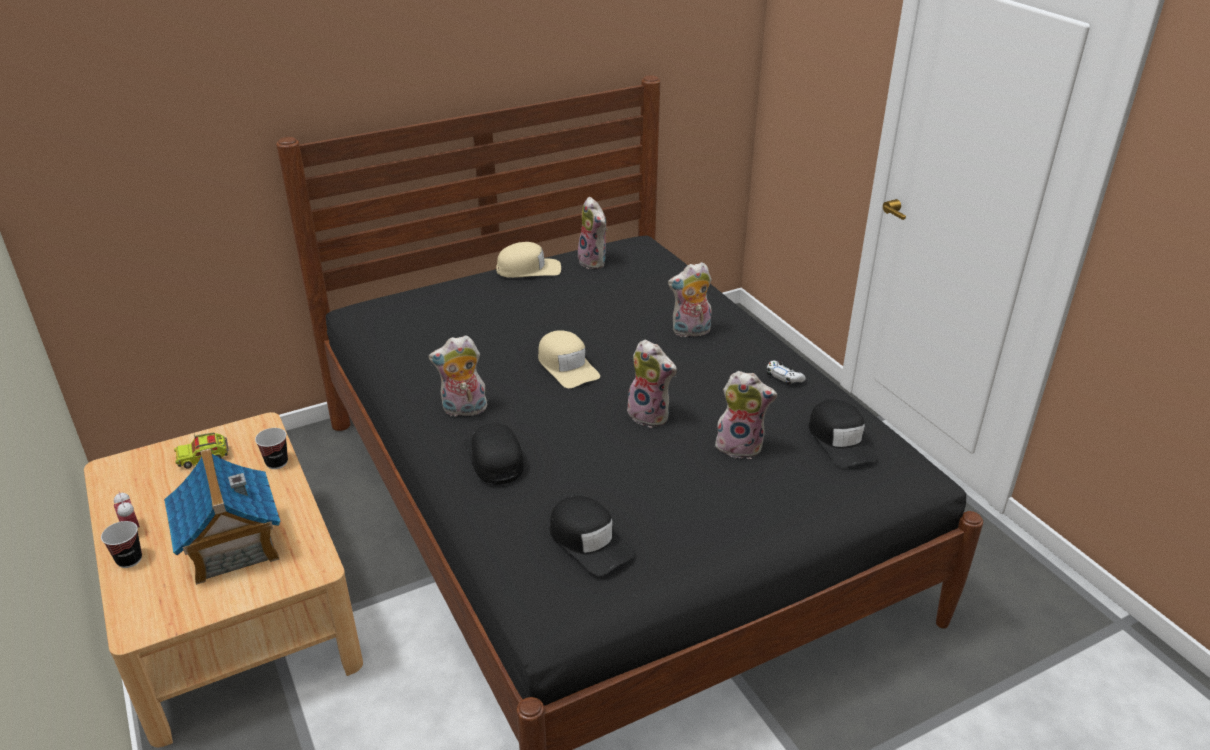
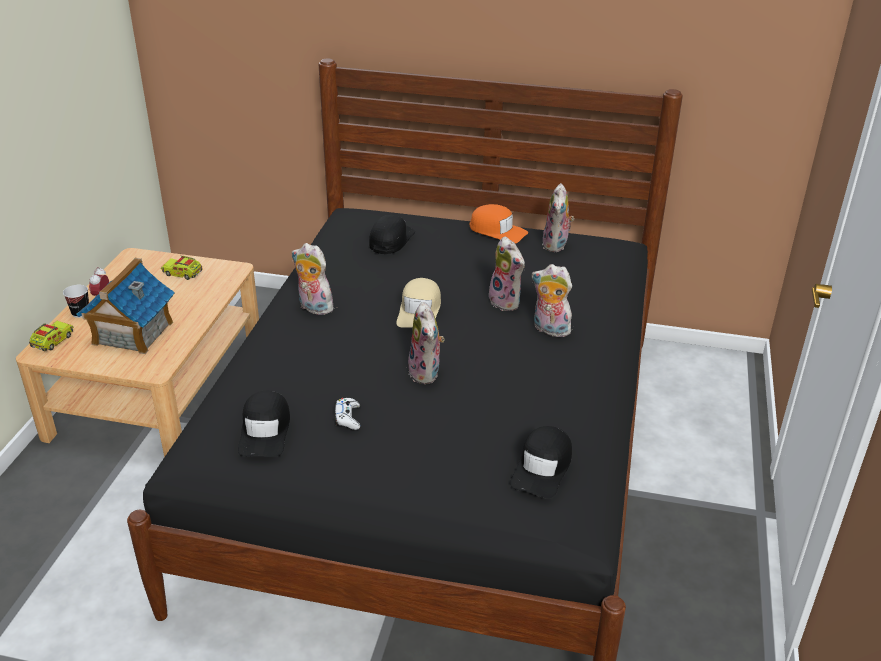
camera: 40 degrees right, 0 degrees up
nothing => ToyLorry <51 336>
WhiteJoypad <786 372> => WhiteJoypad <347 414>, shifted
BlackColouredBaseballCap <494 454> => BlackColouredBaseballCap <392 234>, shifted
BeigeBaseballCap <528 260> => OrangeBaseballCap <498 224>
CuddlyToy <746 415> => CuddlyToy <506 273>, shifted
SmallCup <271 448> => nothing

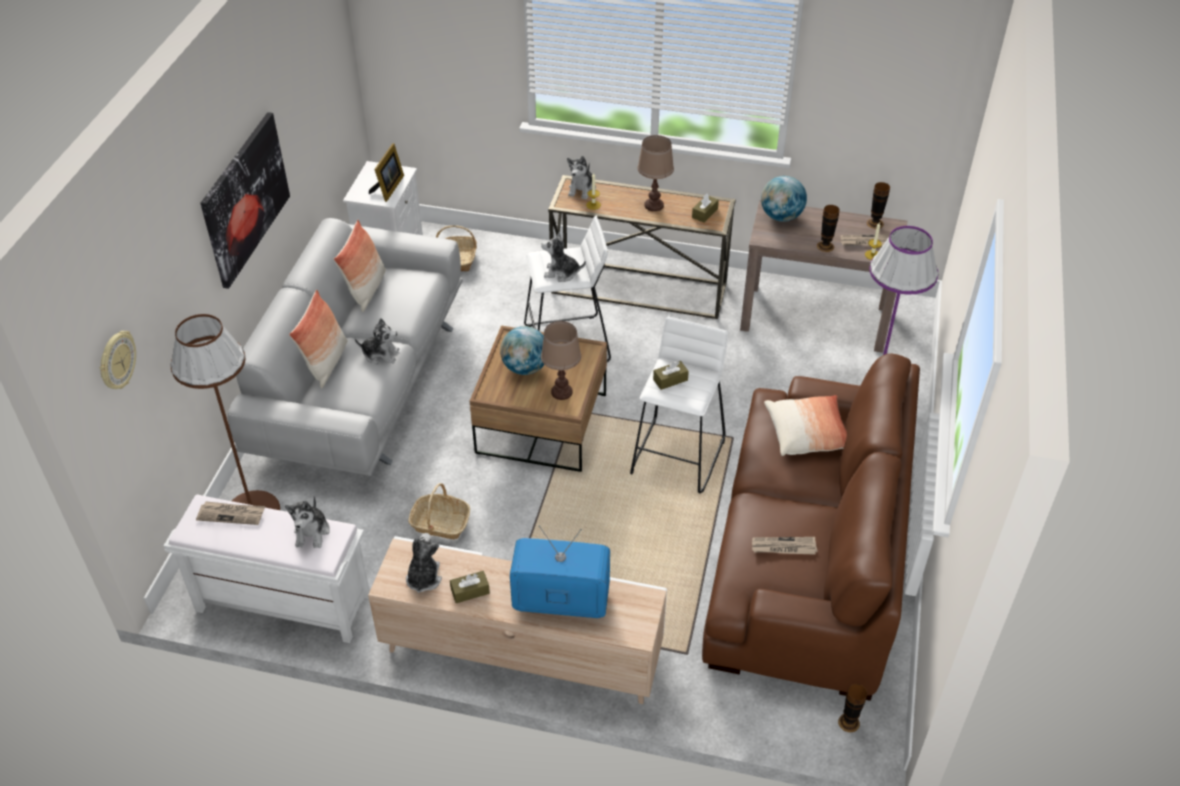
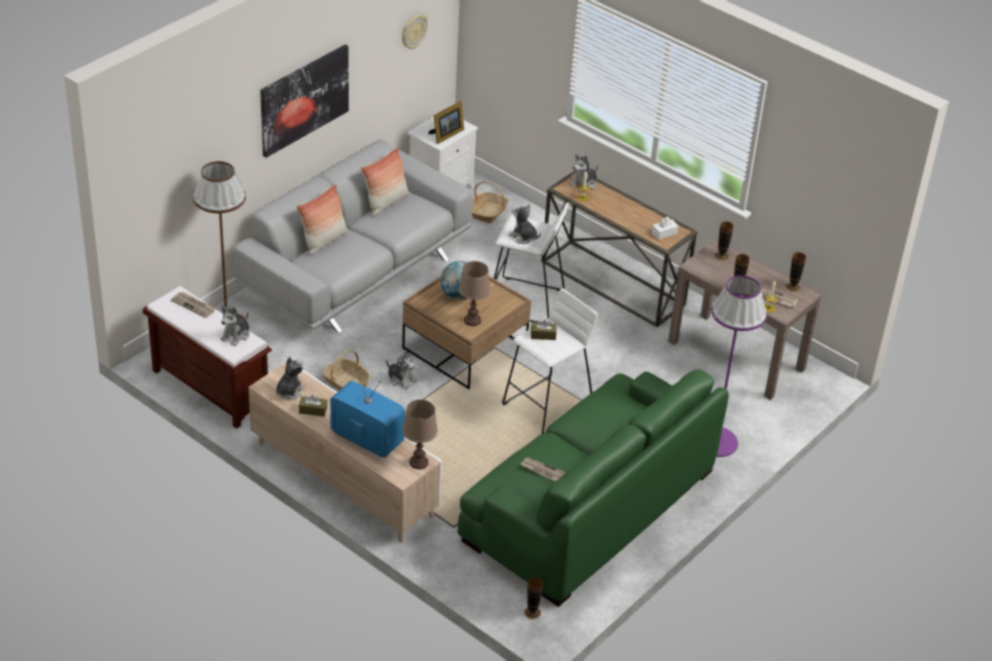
camera: 25 degrees right, 5 degrees down
WhiteIndoorBench <267 569> => BrownColouredIndoorBench <207 357>
CuddlyToy <377 341> => CuddlyToy <401 370>, shifted
ClockOnTheWall <118 360> => ClockOnTheWall <415 31>, shifted
BrownColouredTabletopLamp <656 173> => BrownColouredTabletopLamp <420 434>, shifted
BrownColouredSettee <811 527> => GreenSettee <593 488>
BrownColouredBoxOfTissues <705 208> => WhiteBoxOfTissues <665 228>
DeskGlobe <784 199> => FlowerVase <724 241>
Cushion <805 425> => nothing

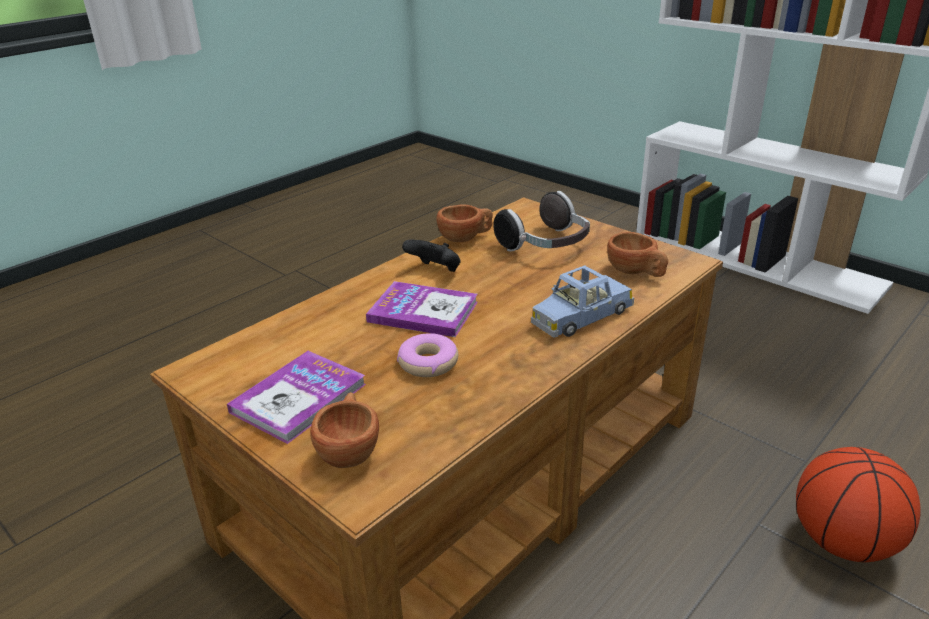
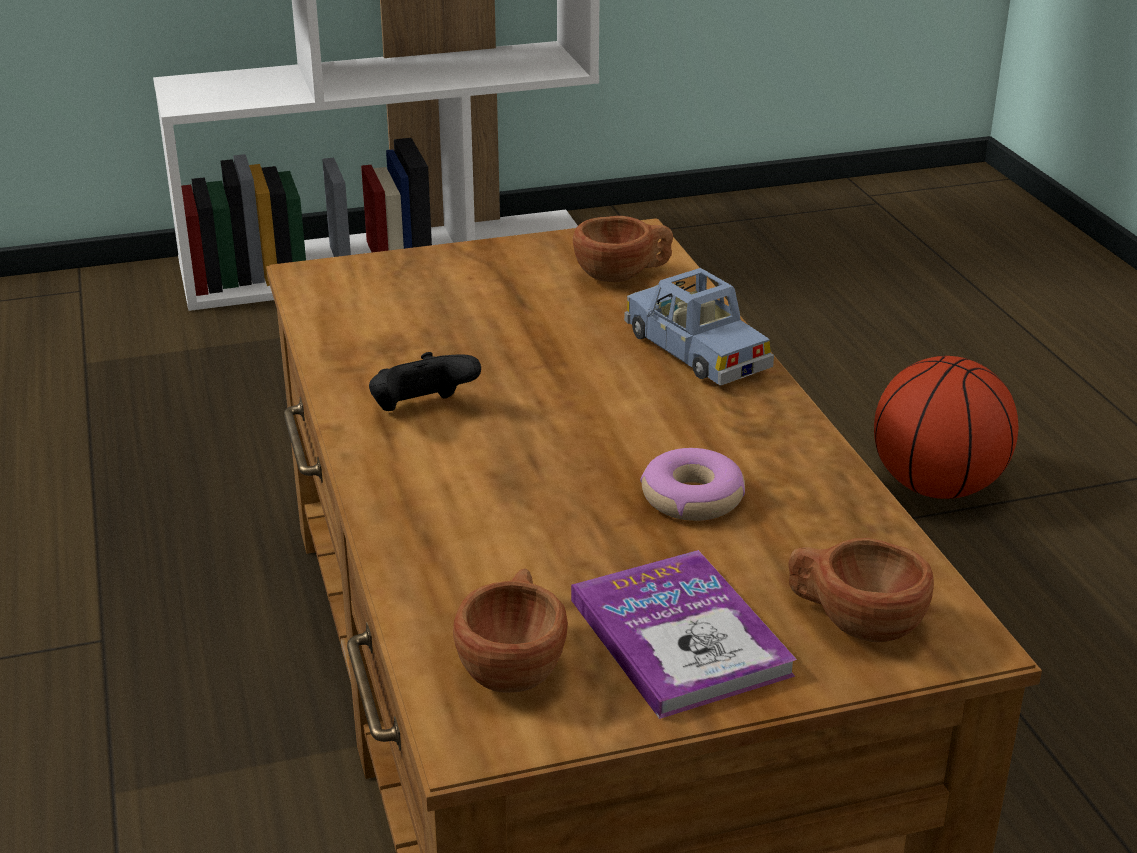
camera: 60 degrees left, 0 degrees up
BrownColouredSmallCup <464 223> => BrownColouredSmallCup <510 630>, shifted
BluishMiniatureCar <582 301> => BluishMiniatureCar <699 327>, 150 degrees clockwise
Book <422 309> => nothing
Headphones <541 221> => nothing

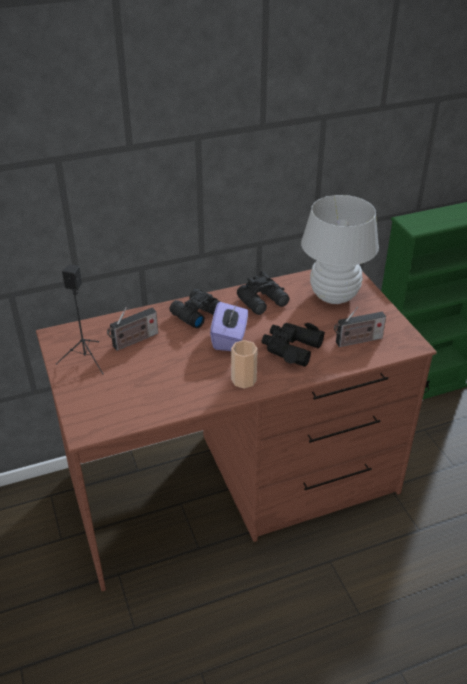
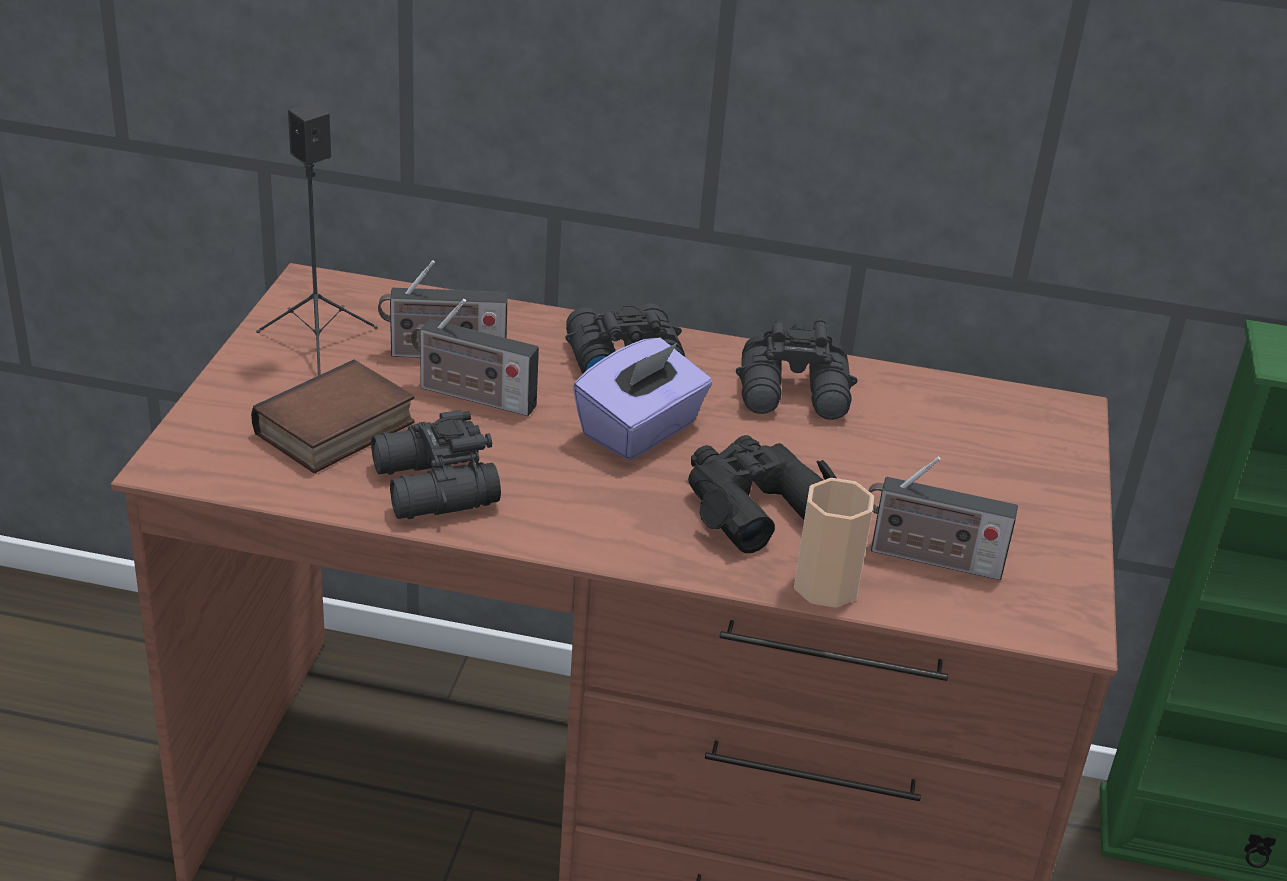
camera: 30 degrees right, 5 degrees down
nothing => Book <333 416>
nothing => BlackColouredPairOfBinoculars <436 464>
nothing => RadioSet <475 357>
SmallCup <244 364> => SmallCup <834 543>, shifted
WhiteTabletopLamp <340 249> => nothing

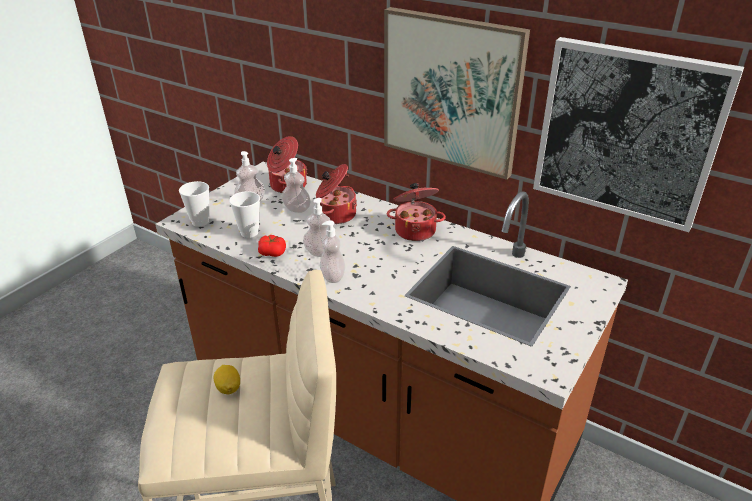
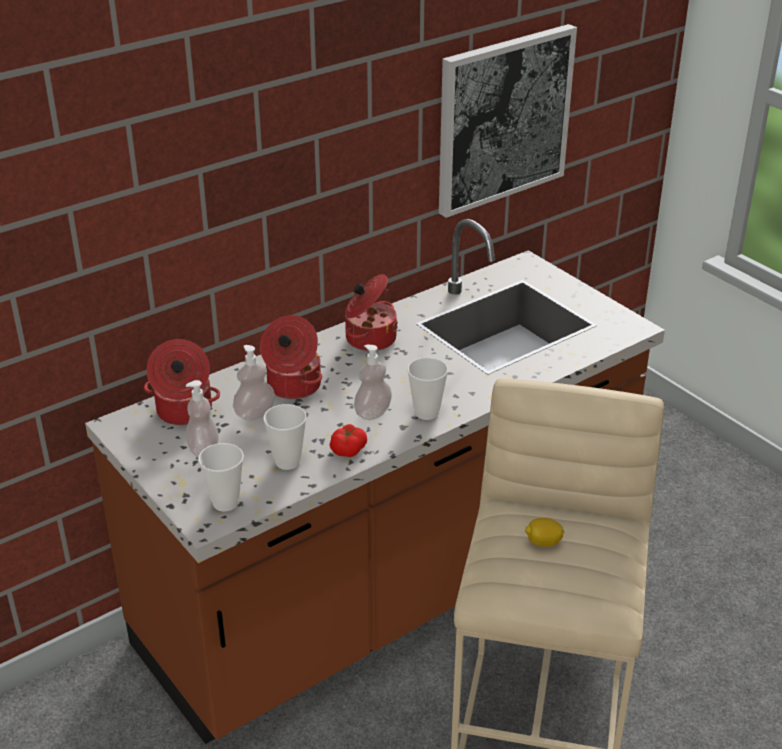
camera: 70 degrees left, 0 degrees up
LiquidSoapBottle <332 251> => SmallCup <427 389>
Picture <457 93> => nothing

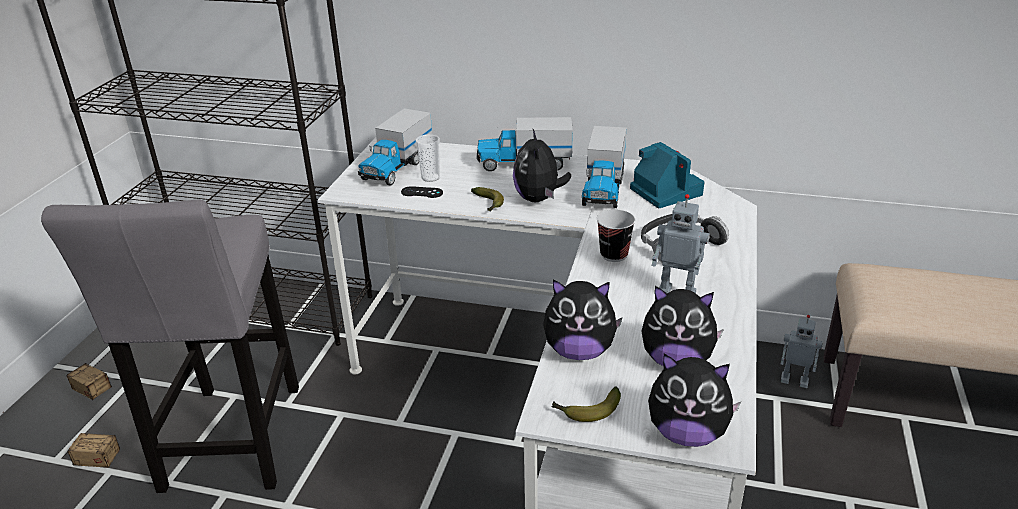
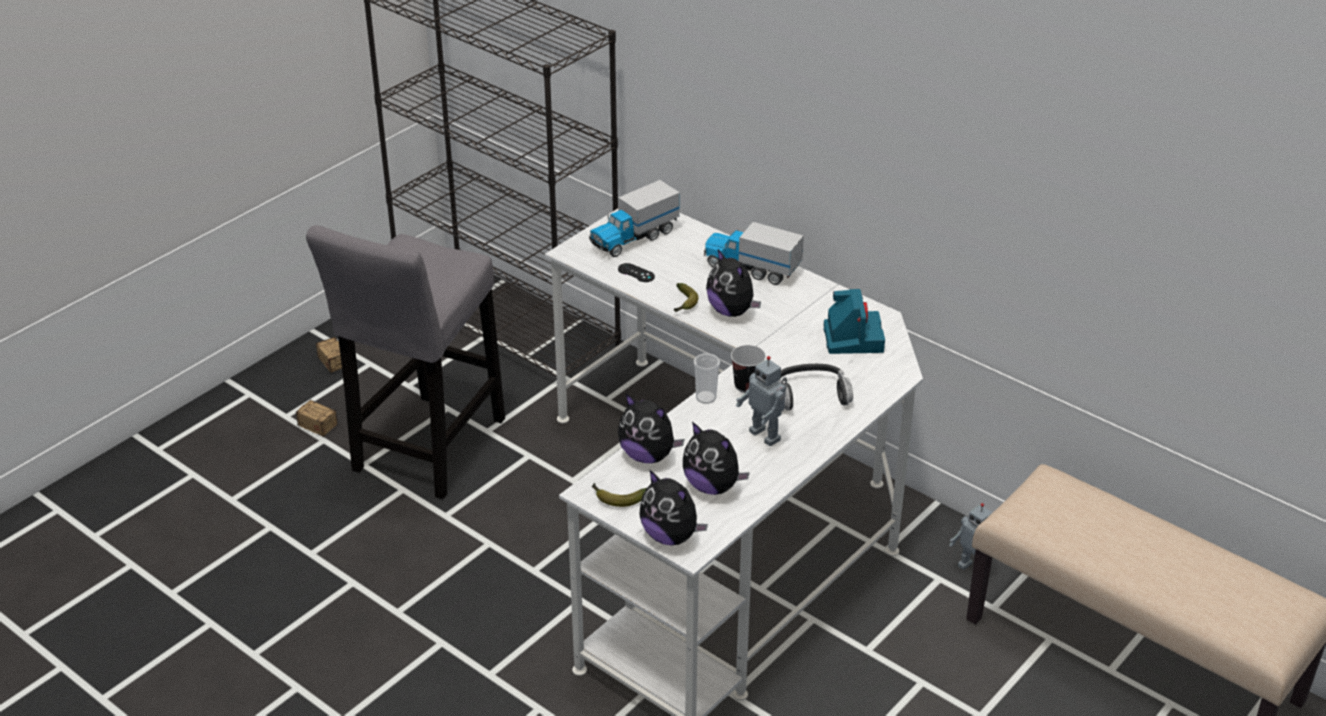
camera: 25 degrees right, 5 degrees up
SmallCup <428 158> => SmallCup <707 378>, shifted
CuddlyToy <542 165> => CuddlyToy <733 283>, 60 degrees counterclockwise
ToyLorry <604 167> => nothing

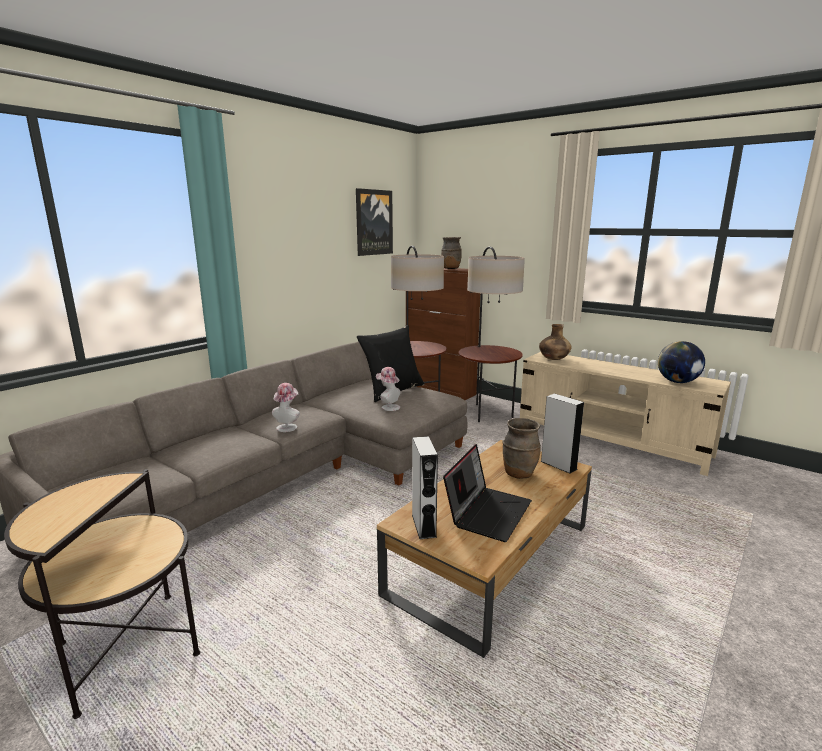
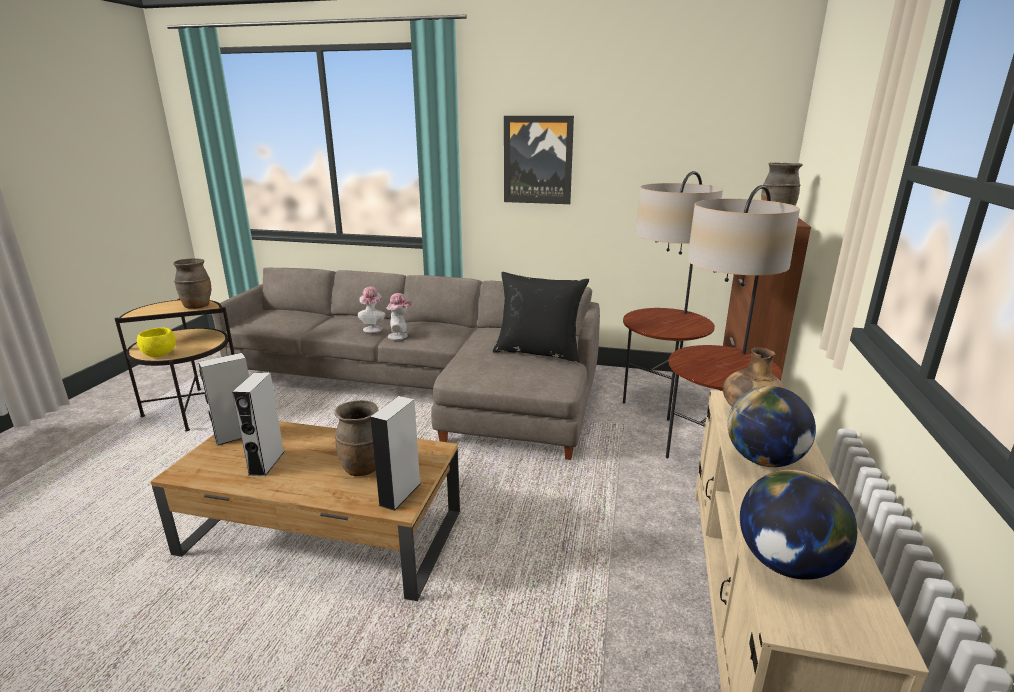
camera: 65 degrees right, 5 degrees up
nothing => YellowDeepDish <156 342>
nothing => BrownColouredFlowerVase <192 284>
PortableComputer <487 493> => GreyAudioSpeaker <258 424>
WearableHat <388 389> => WearableHat <371 310>, shifted
Picture <374 222> => Picture <539 160>, shifted
nothing => DeskGlobe <771 426>

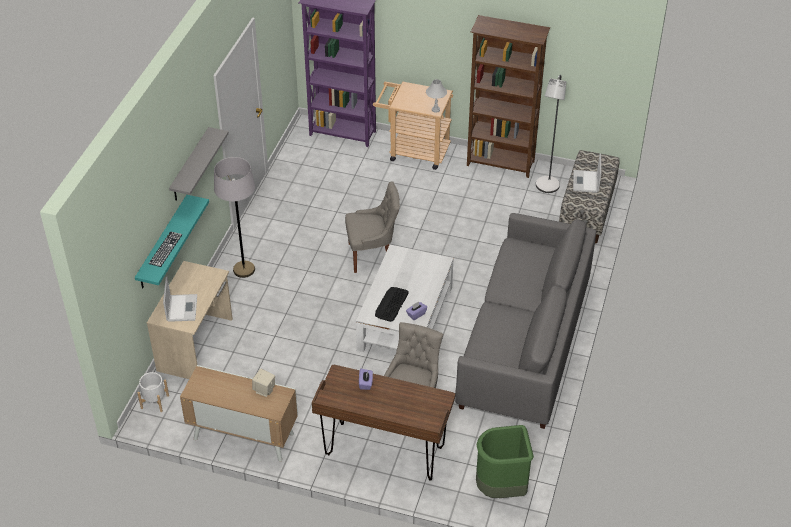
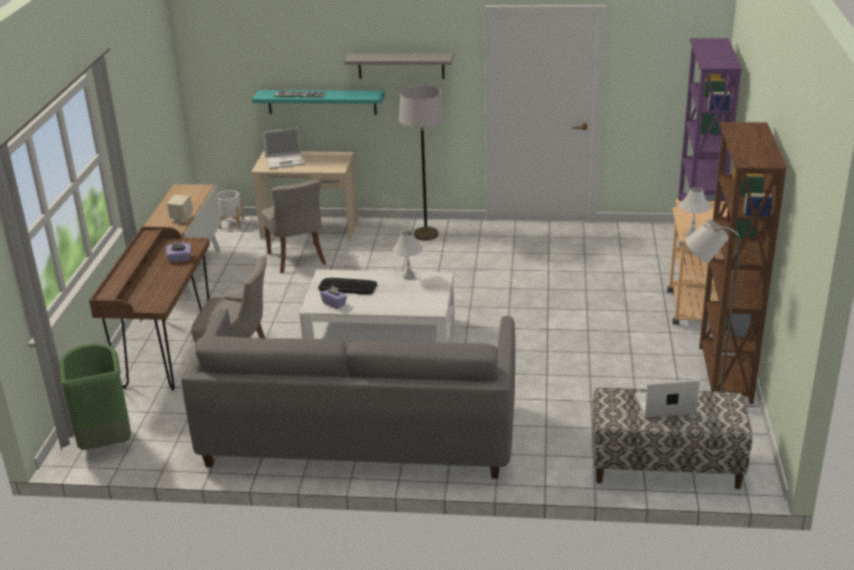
camera: 80 degrees right, 15 degrees down
GreyChair <372 227> => GreyChair <294 226>, shifted
nothing => WhiteTabletopLamp <407 255>

